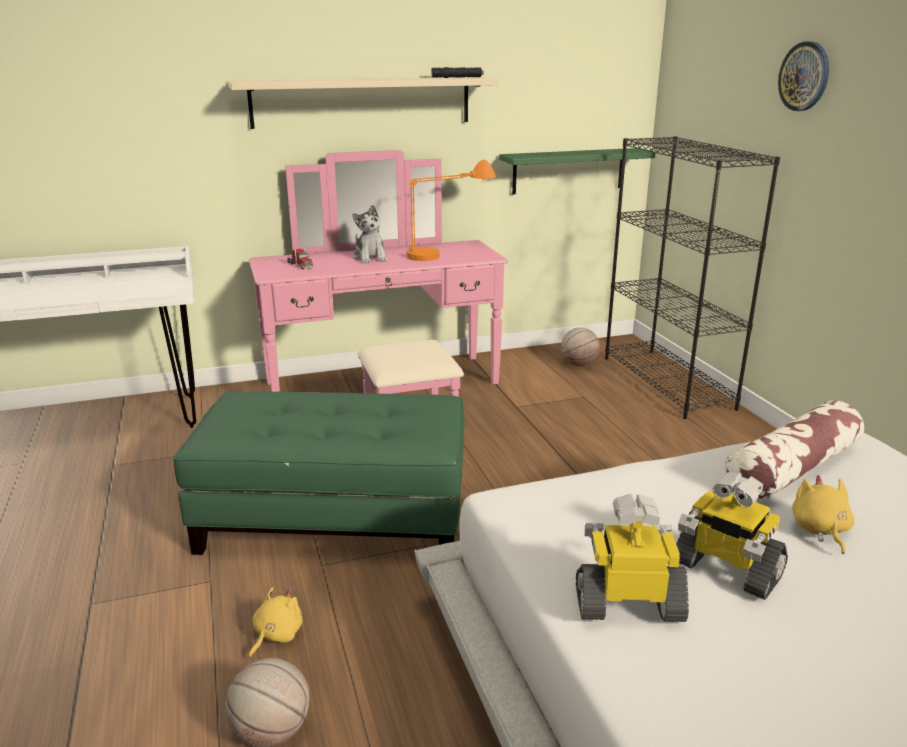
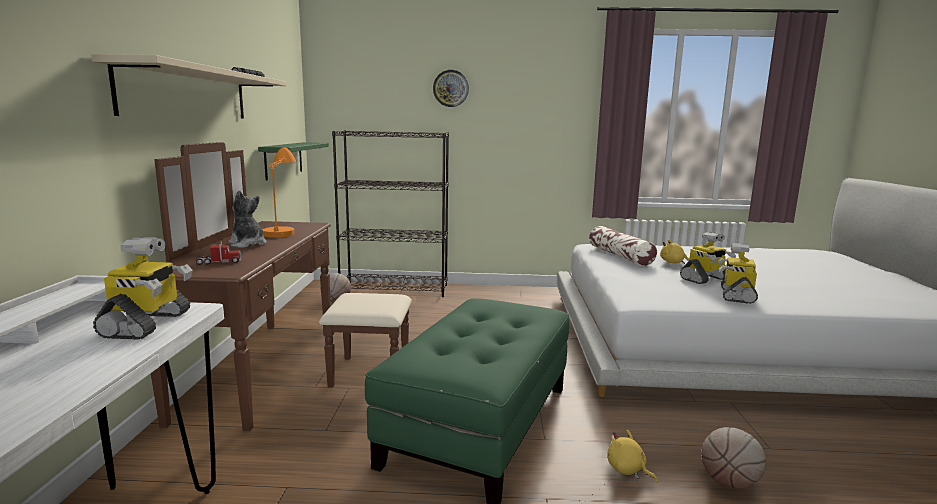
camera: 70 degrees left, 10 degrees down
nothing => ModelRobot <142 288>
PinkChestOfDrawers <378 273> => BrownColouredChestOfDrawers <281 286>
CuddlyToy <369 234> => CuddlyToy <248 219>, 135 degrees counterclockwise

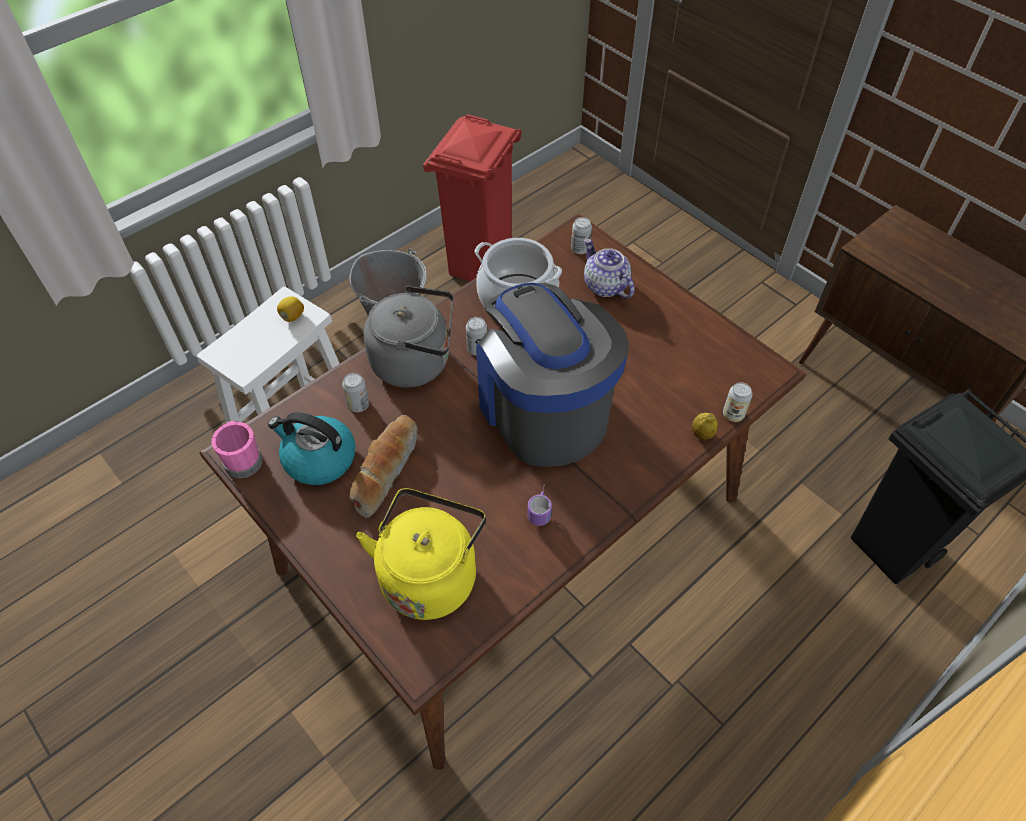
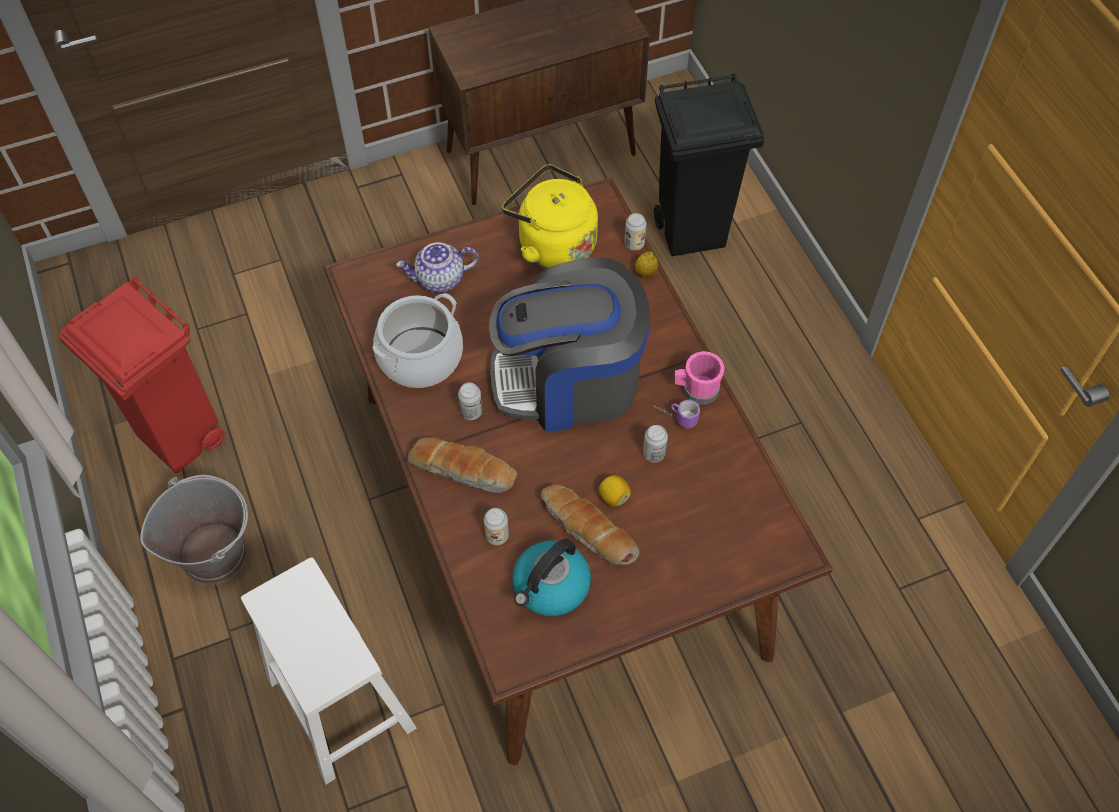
camera: 70 degrees left, 5 degrees up
GreyKettle <408 337> => Bread <463 465>
YellowKettle <421 554> => YellowKettle <550 216>, shifted
CitrusFruit <290 309> => CitrusFruit <614 491>, shifted
MetalCan <581 235> => MetalCan <655 443>, shifted
PinkMug <236 449> => PinkMug <700 378>, shifted

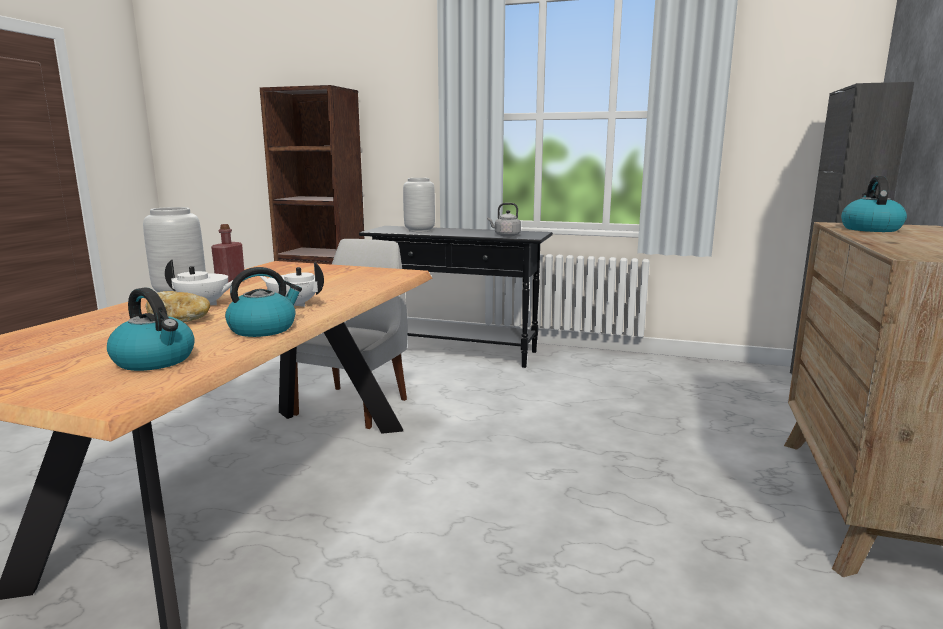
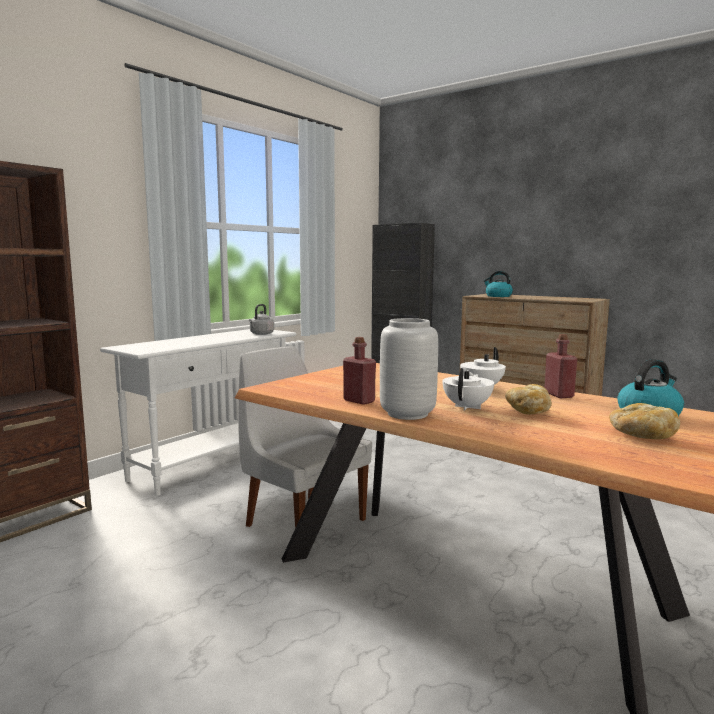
camera: 70 degrees left, 5 degrees down
BlackColouredHallTable <456 297> => WhiteHallTable <198 412>
Kettle <263 302> => RedBeverageBottle <560 366>
nothing => Bread <644 421>
GreyFlowerVase <419 205> => nothing

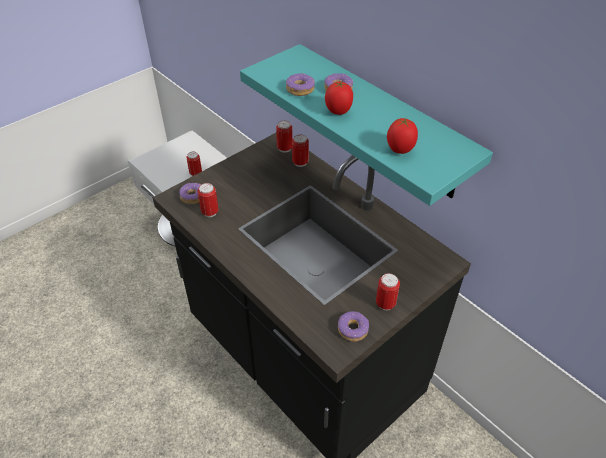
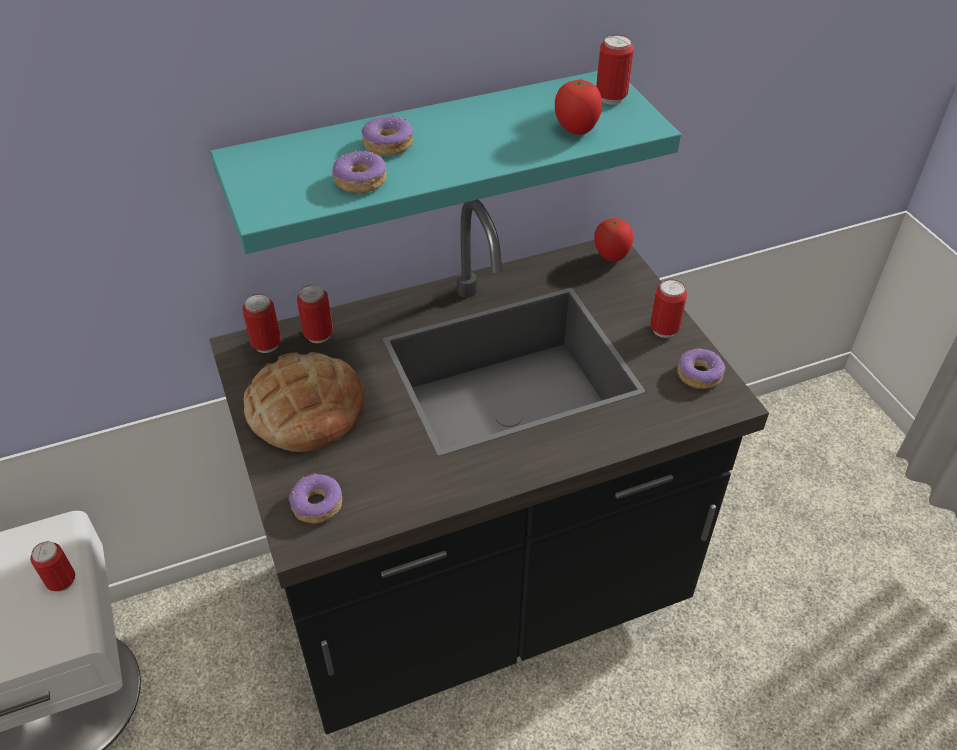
camera: 70 degrees left, 0 degrees up
nothing => Bread <303 402>
WholeTomato <339 98> => WholeTomato <613 239>, shifted
MetalCan <208 200> => MetalCan <615 70>, shifted

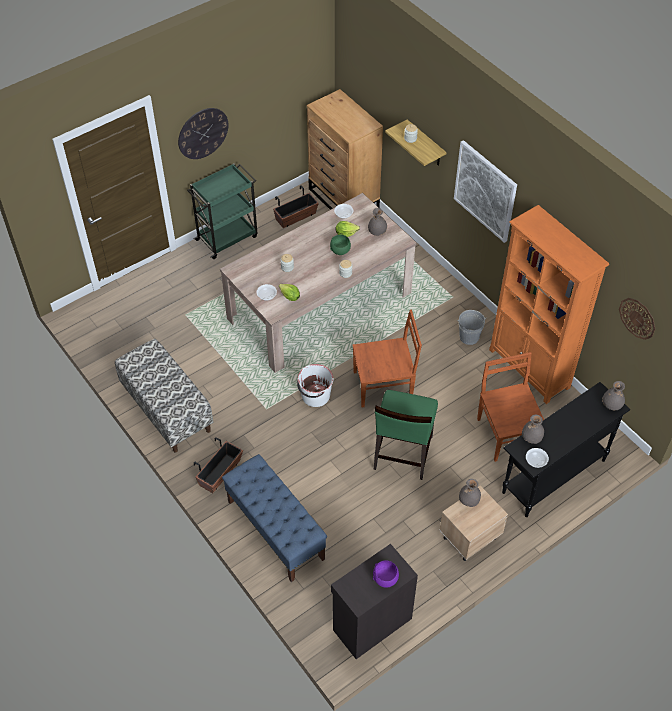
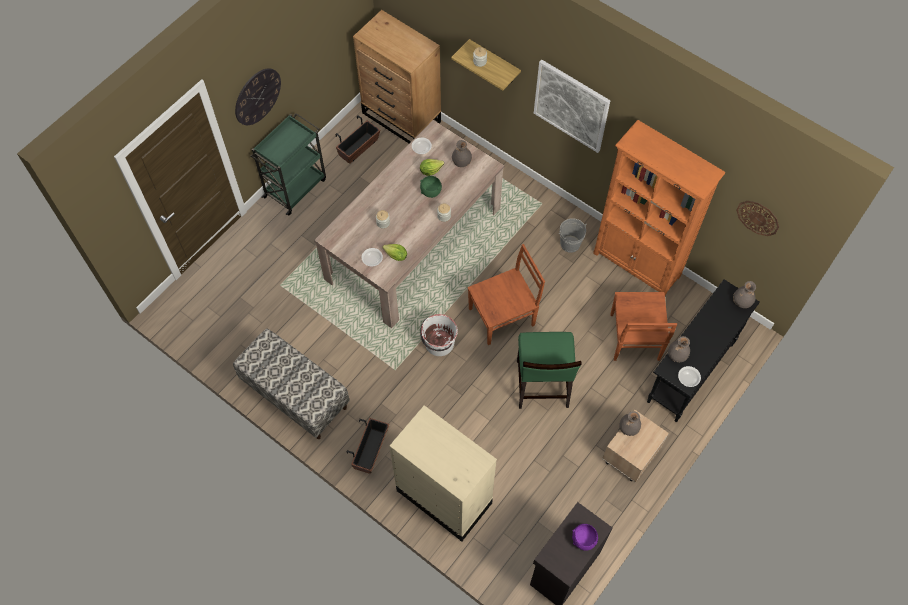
camera: 15 degrees left, 10 degrees up
BluishIndoorBench <274 518> => BeigeChestOfDrawers <443 473>
BrownColouredChair <510 407> => BrownColouredChair <643 326>, 150 degrees counterclockwise

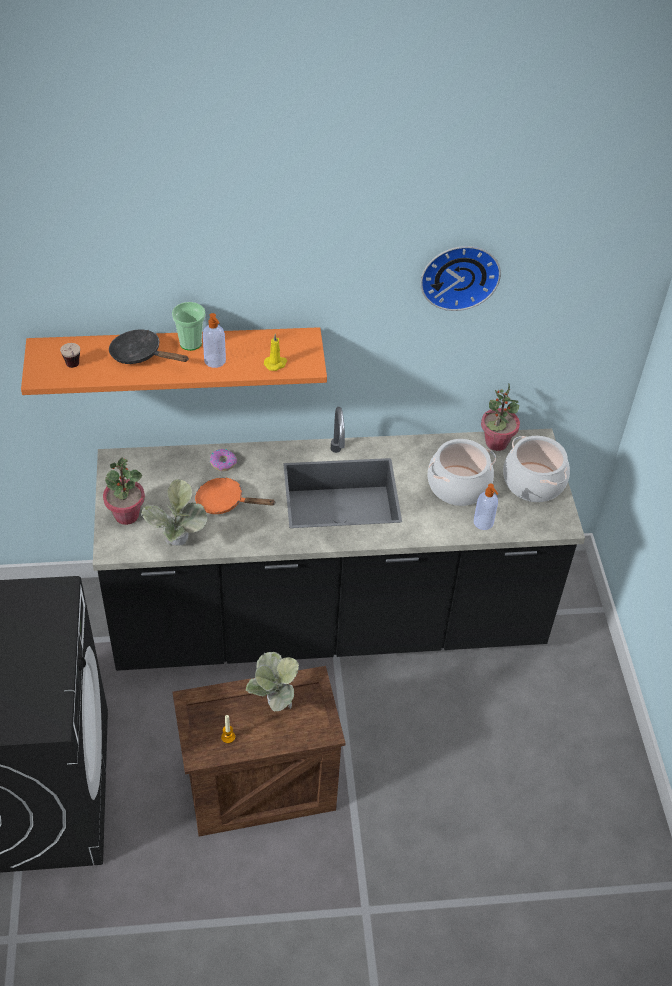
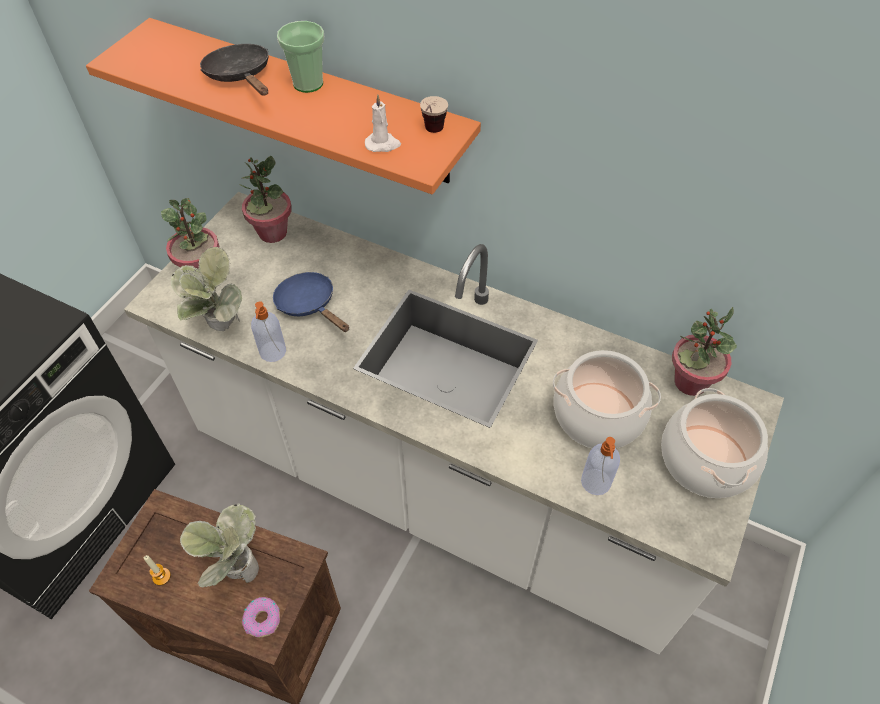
camera: 35 degrees right, 5 degrees up
BlackColouredCounter <339 539> => WhiteCounter <454 423>
nothing => PlantInAPot <265 199>
Donut <223 460> => Donut <261 617>, shifted
LiquidSoapBottle <214 340> => LiquidSoapBottle <268 331>, shifted
OrangeSkillet <235 495> => BluishSkillet <311 302>
YellowCandle <275 352> => WhiteCandle <383 123>
SmallCup <70 355> => SmallCup <434 114>, shifted
ClockOnTheWall <460 278> => nothing

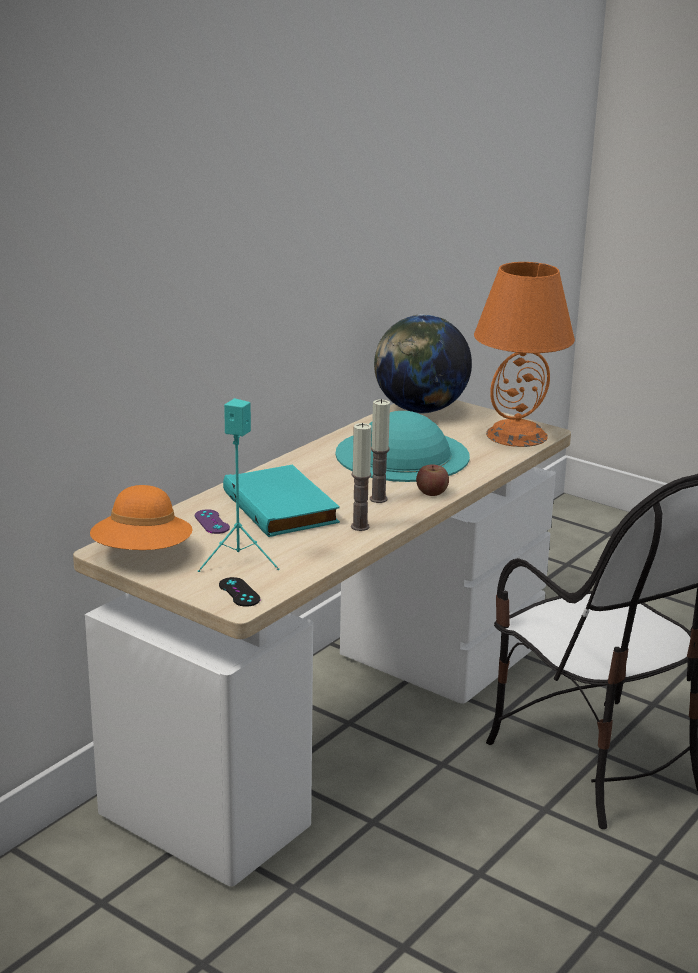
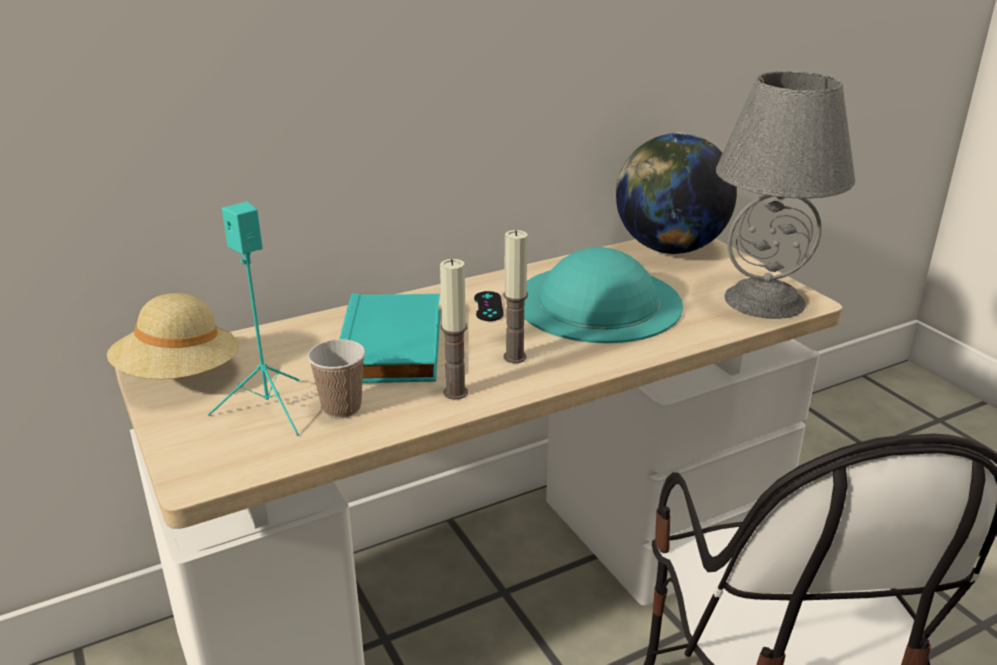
camera: 25 degrees right, 5 degrees up
OrangeWearableHat <141 517> => BeigeWearableHat <173 336>
nothing => SmallCup <336 378>
BlackColouredJoypad <239 592> => BlackColouredJoypad <489 306>, shifted
OrangeTabletopLamp <524 354> => GreyTabletopLamp <786 195>
PurpleJoypad <212 521> => nothing
AppleFruit <432 480> => nothing

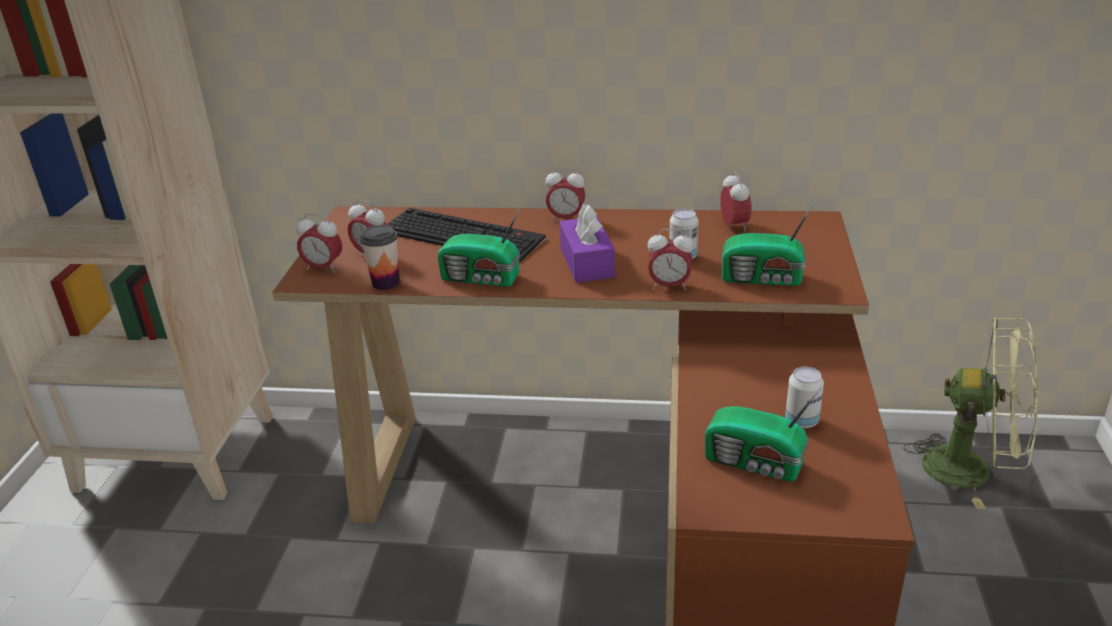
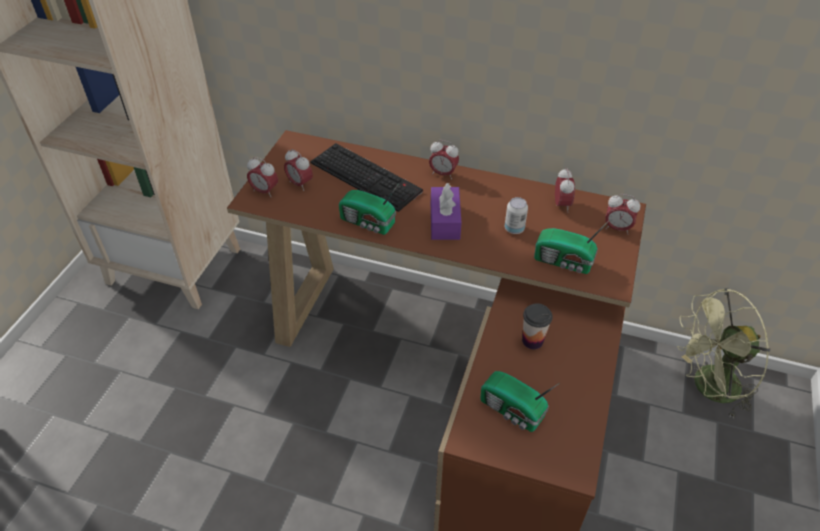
camera: 10 degrees right, 15 degrees up
SmallCup <380 257> => SmallCup <537 326>, shifted
BedsideClock <670 260> => BedsideClock <623 214>, shifted
GreenFan <970 413> => GreenFan <723 353>, 135 degrees clockwise
MetalCan <804 397> => nothing

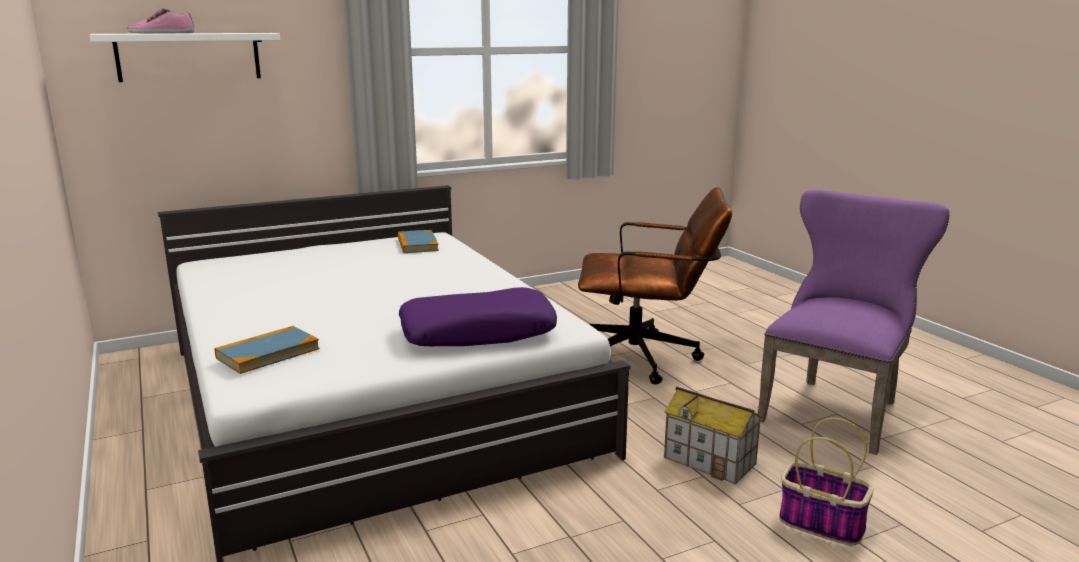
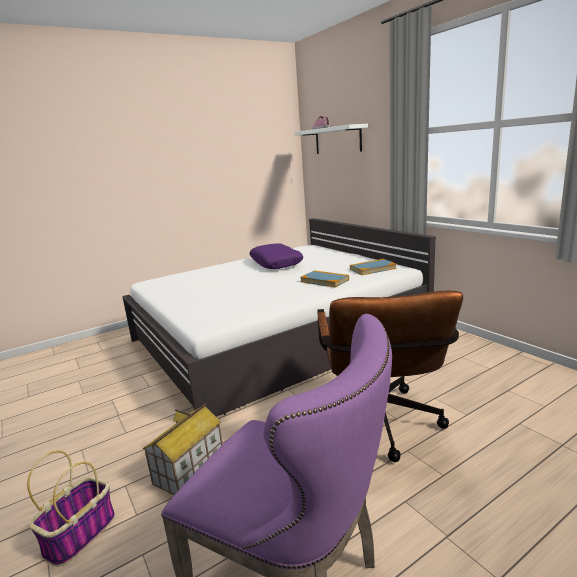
camera: 85 degrees right, 0 degrees up
PurpleCushion <478 316> => PurpleCushion <276 256>, shifted
Book <267 350> => Book <324 279>, shifted

